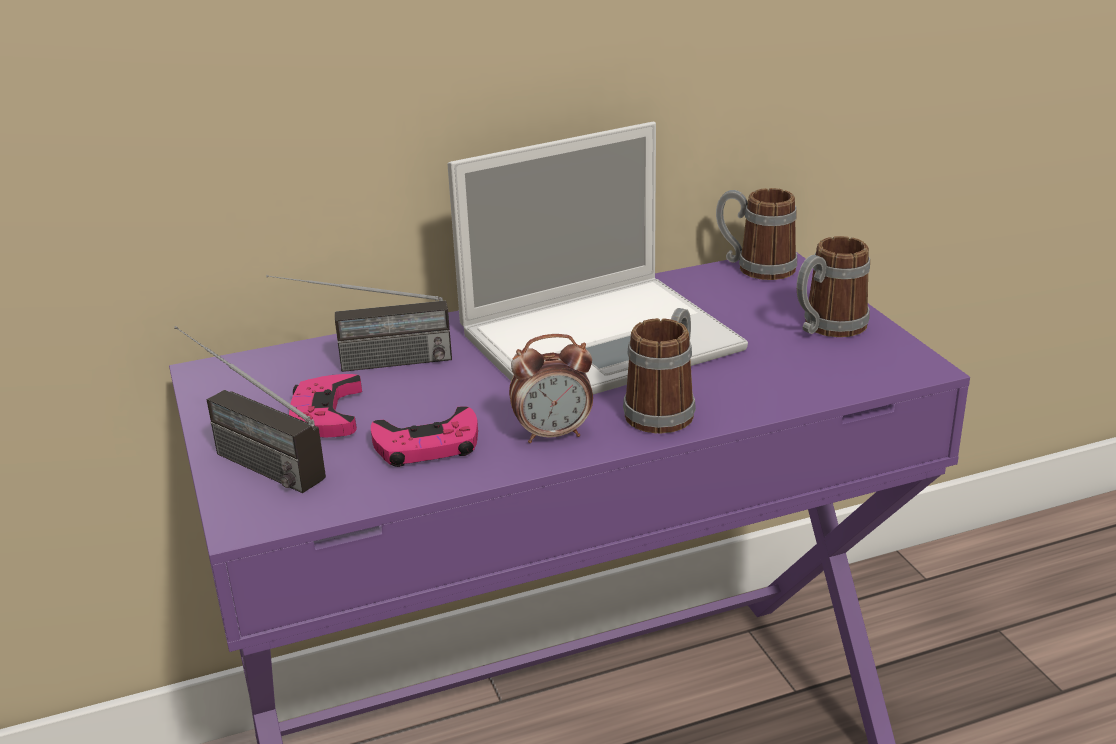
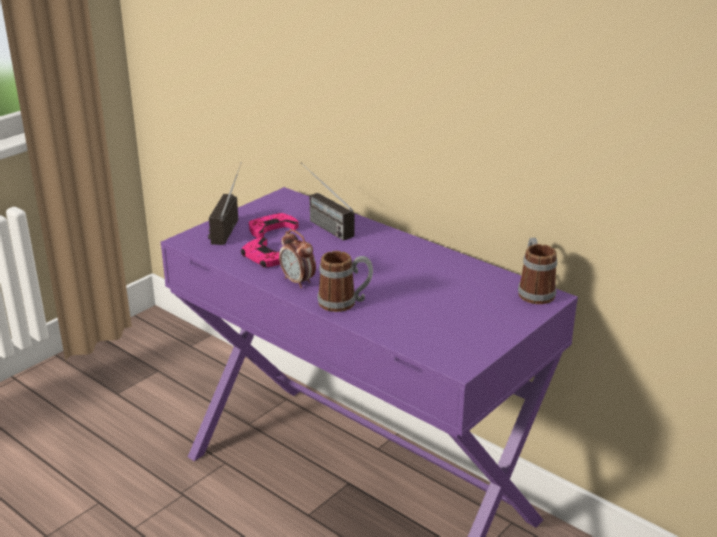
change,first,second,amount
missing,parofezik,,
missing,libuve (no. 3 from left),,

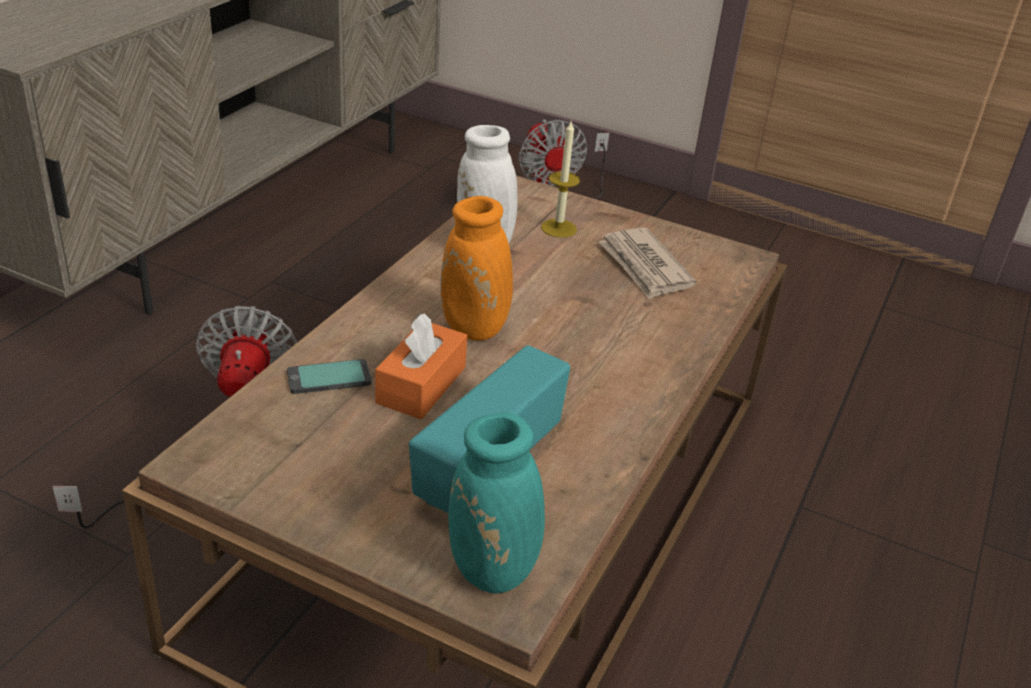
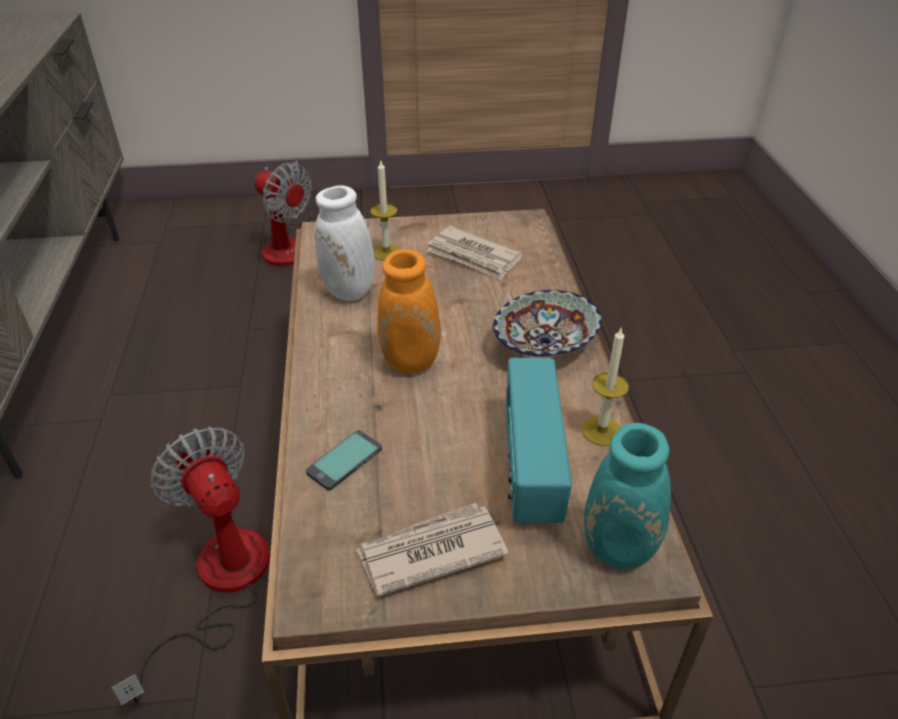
change,first,second,amount
missing,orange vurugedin,,
appeared,,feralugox (no. 1 from left),
appeared,,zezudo,
appeared,,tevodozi (no. 2 from left),

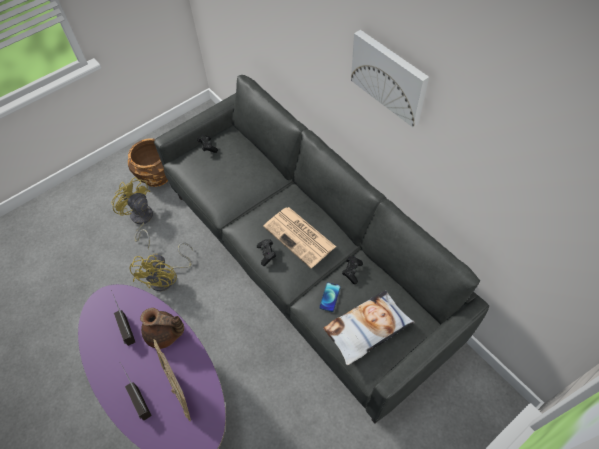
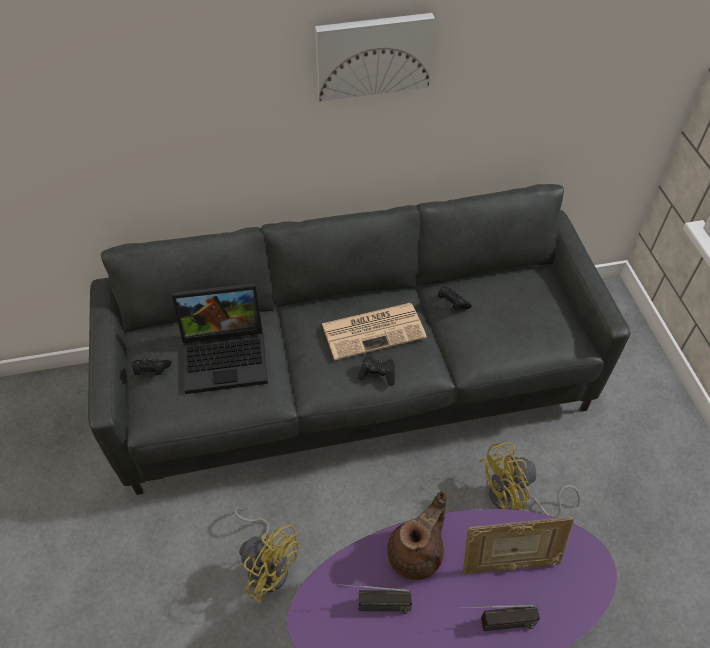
change,first,second,amount
missing,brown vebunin,,
missing,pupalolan,,
missing,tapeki,,
appeared,,parofezik,
relocated,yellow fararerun (no. 1 from left in the first image),yellow fararerun (no. 2 from left),

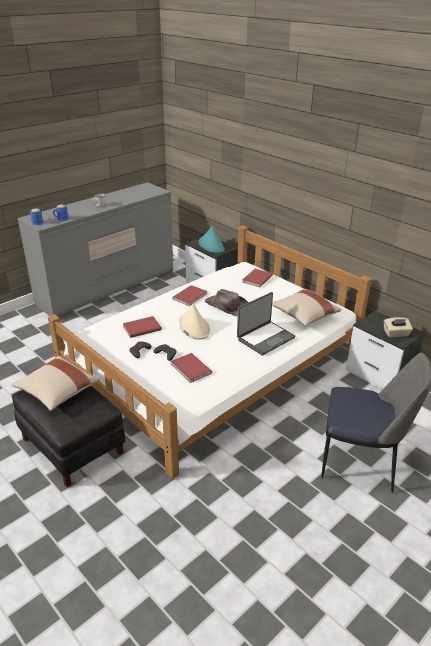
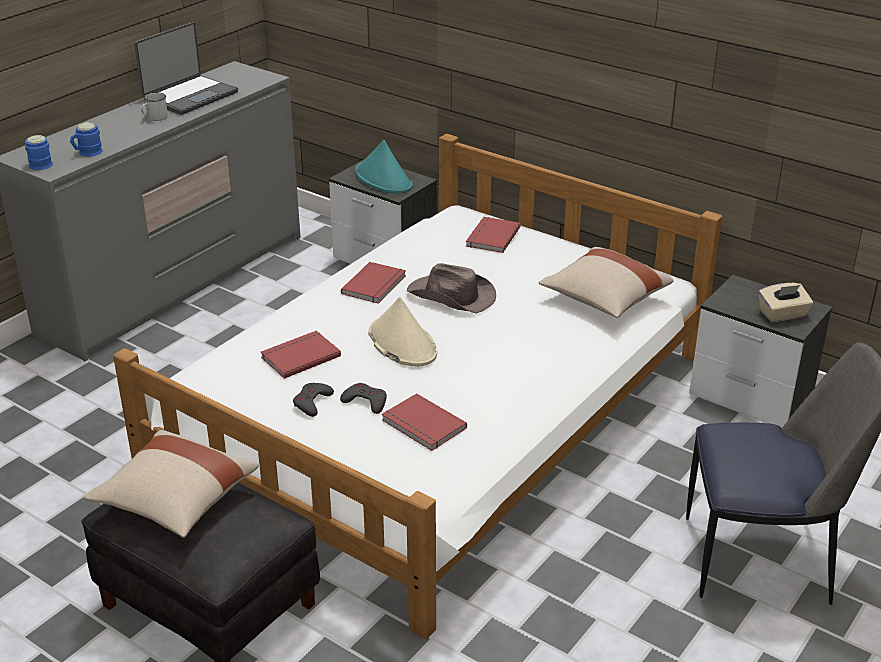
change,first,second,amount
relocated,parofezik,,

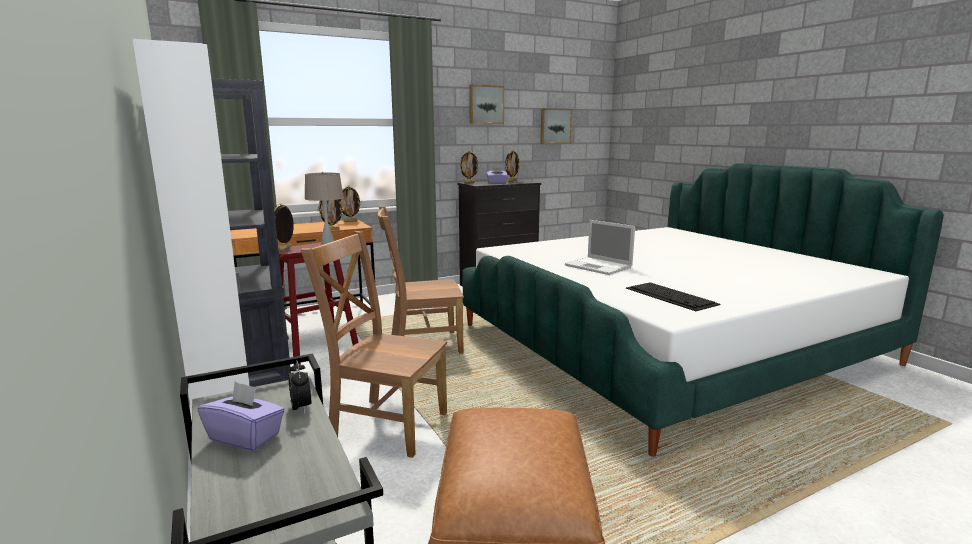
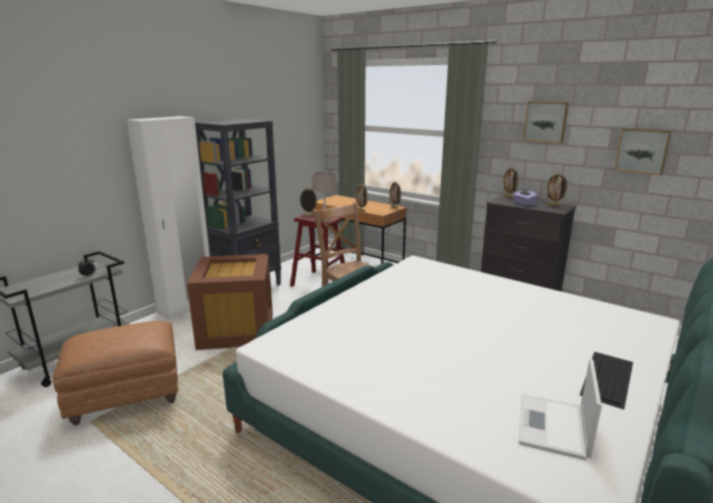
change,first,second,amount
missing,purple vurugedin (no. 1 from left),,
relocated,parofezik,,
relocated,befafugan,,
exchanged,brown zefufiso (no. 1 from left),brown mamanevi,

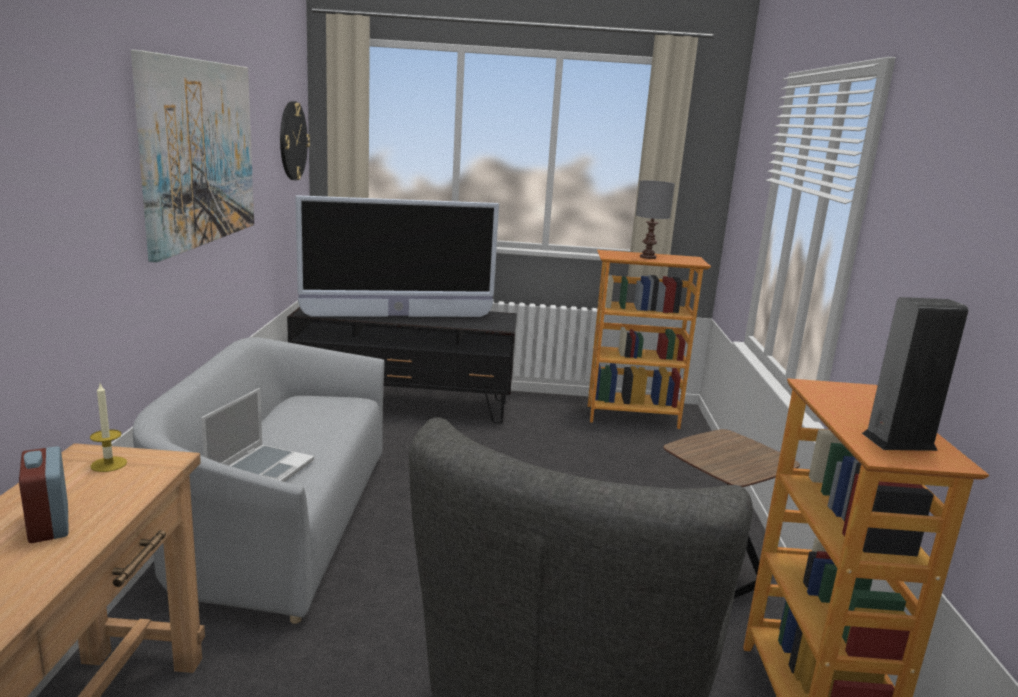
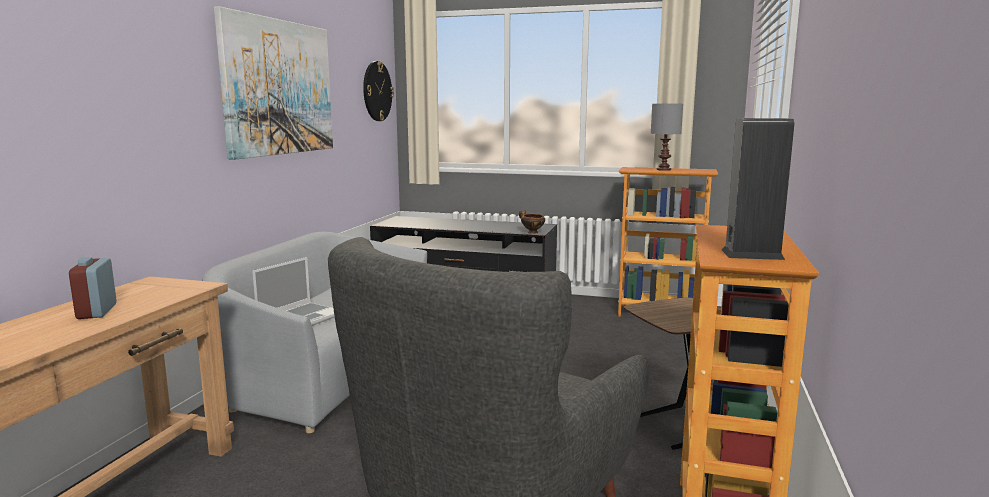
change,first,second,amount
missing,tevodozi,,
missing,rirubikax,,
appeared,,zezudo,

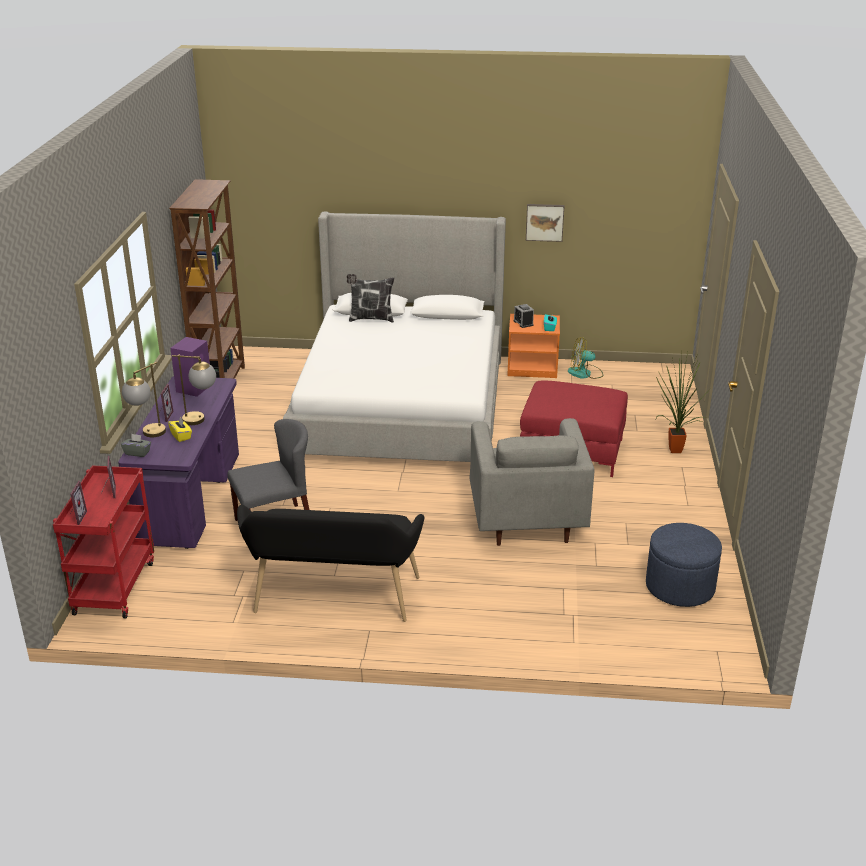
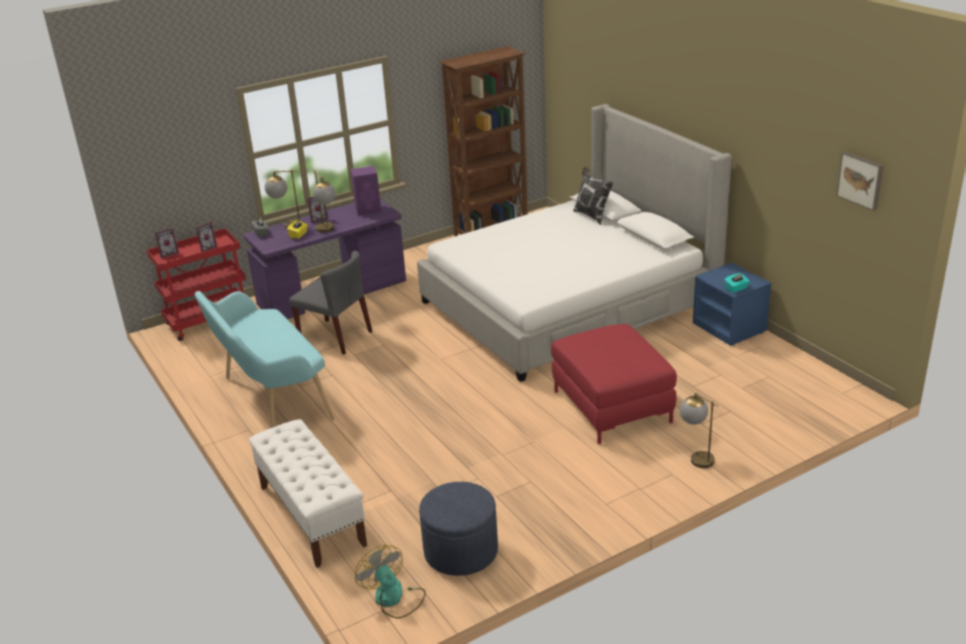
change,first,second,amount
missing,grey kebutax,,
missing,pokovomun,,
appeared,,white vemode,
relocated,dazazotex,,
relocated,fararerun,,
exchanged,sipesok,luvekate (no. 3 from left),
colour,black vemode,turquoise vemode,
colour,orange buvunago,blue buvunago,

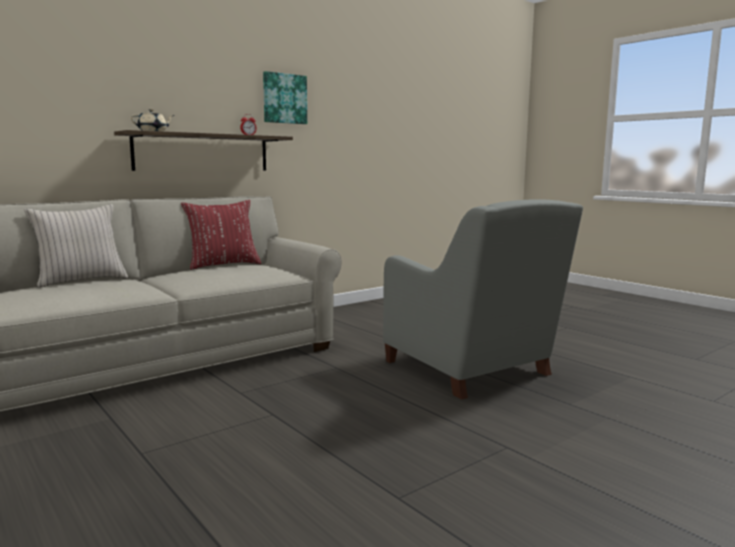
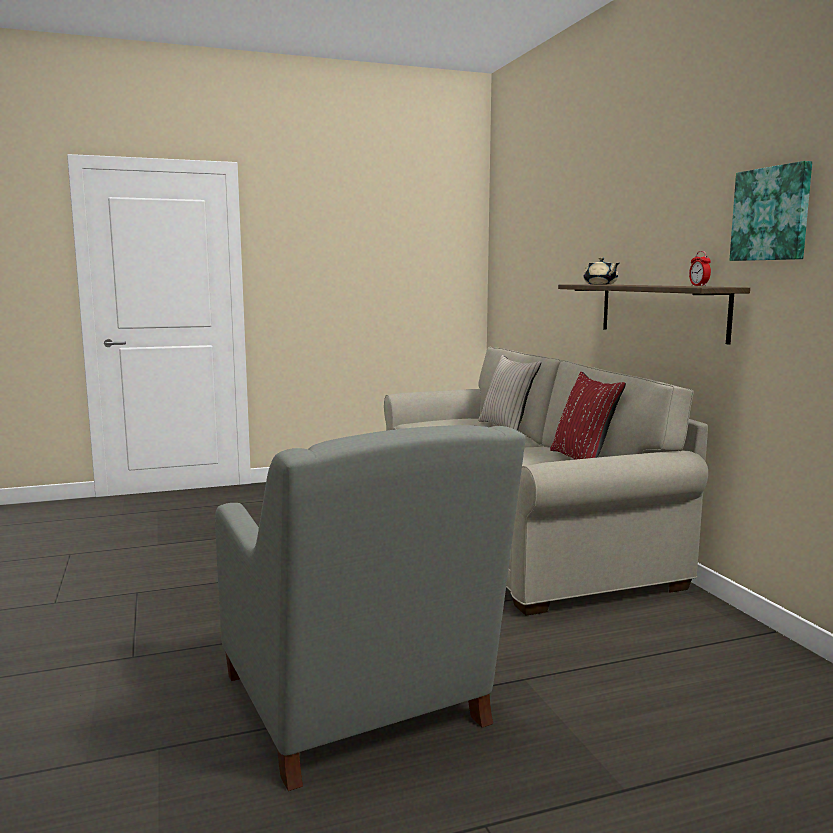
change,first,second,amount
spun,grey kebutax,,105 degrees counterclockwise

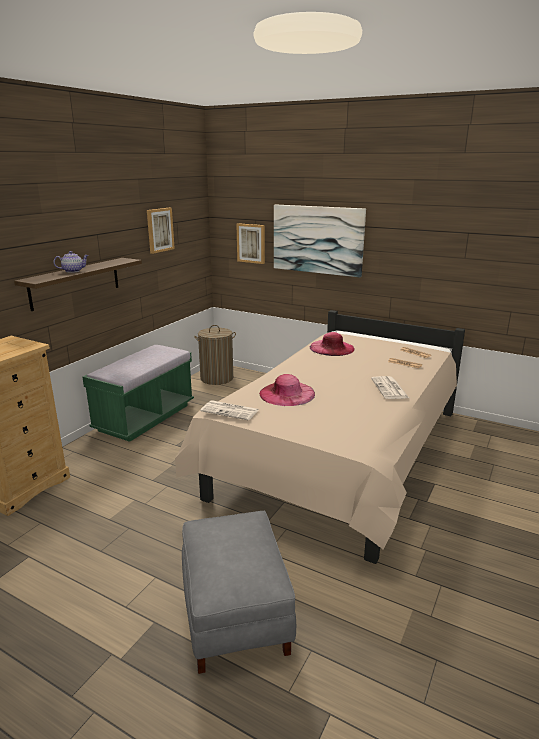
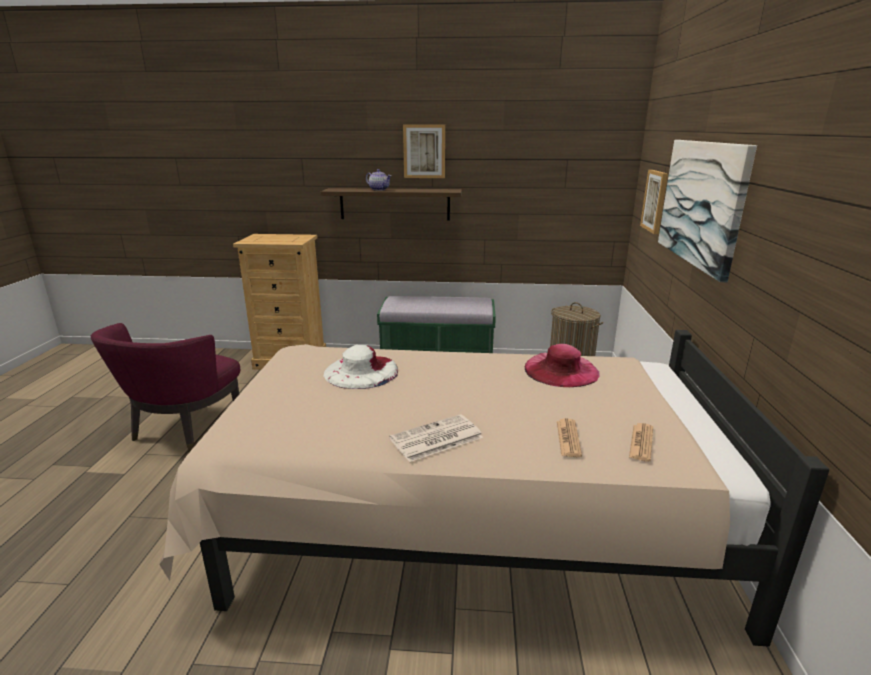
change,first,second,amount
missing,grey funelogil,,
missing,feralugox (no. 1 from left),,
appeared,,purple kebutax,
relocated,dazazotex (no. 1 from left),,
colour,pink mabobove (no. 1 from left),white mabobove,

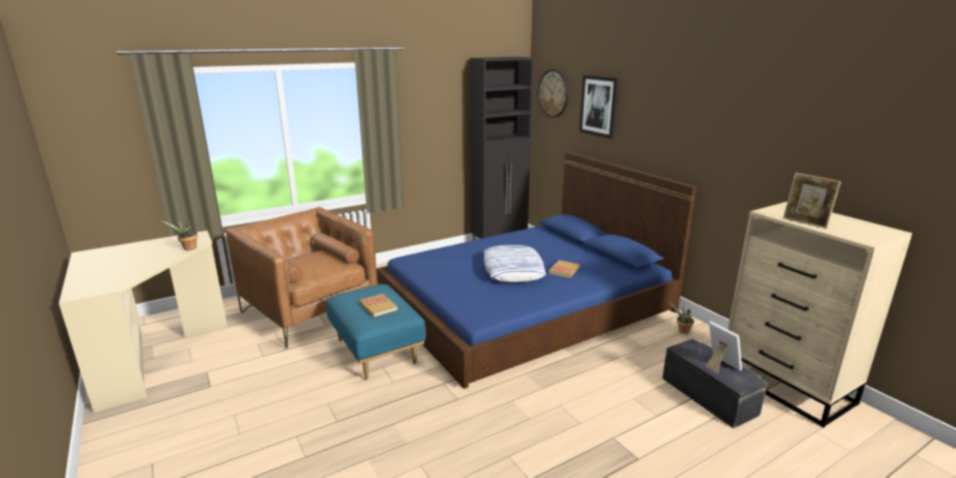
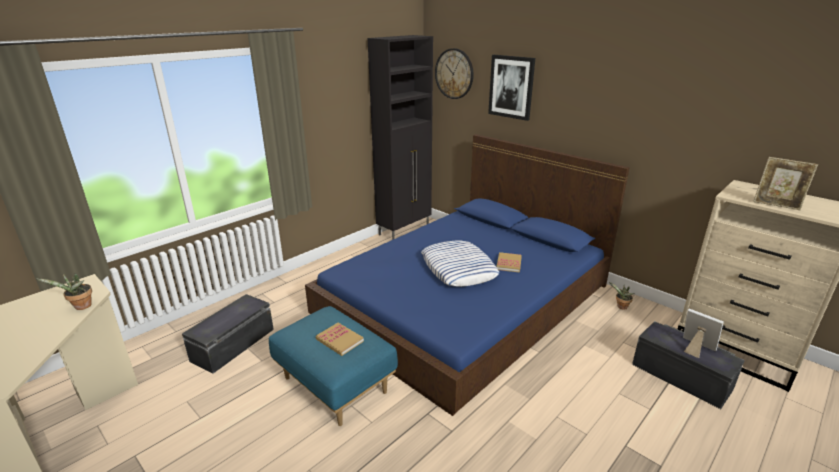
change,first,second,amount
exchanged,brown kebutax,black mamanevi (no. 1 from left),

